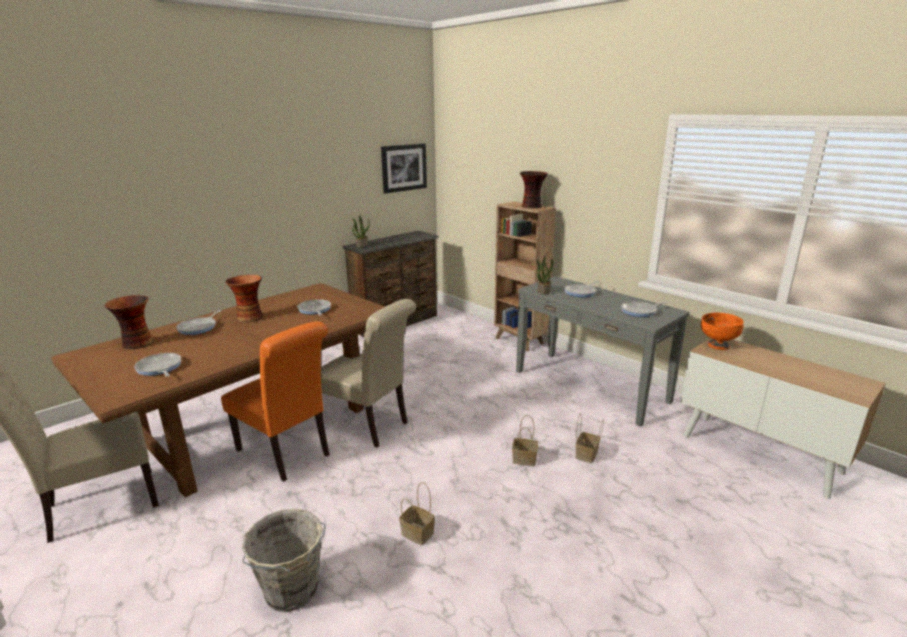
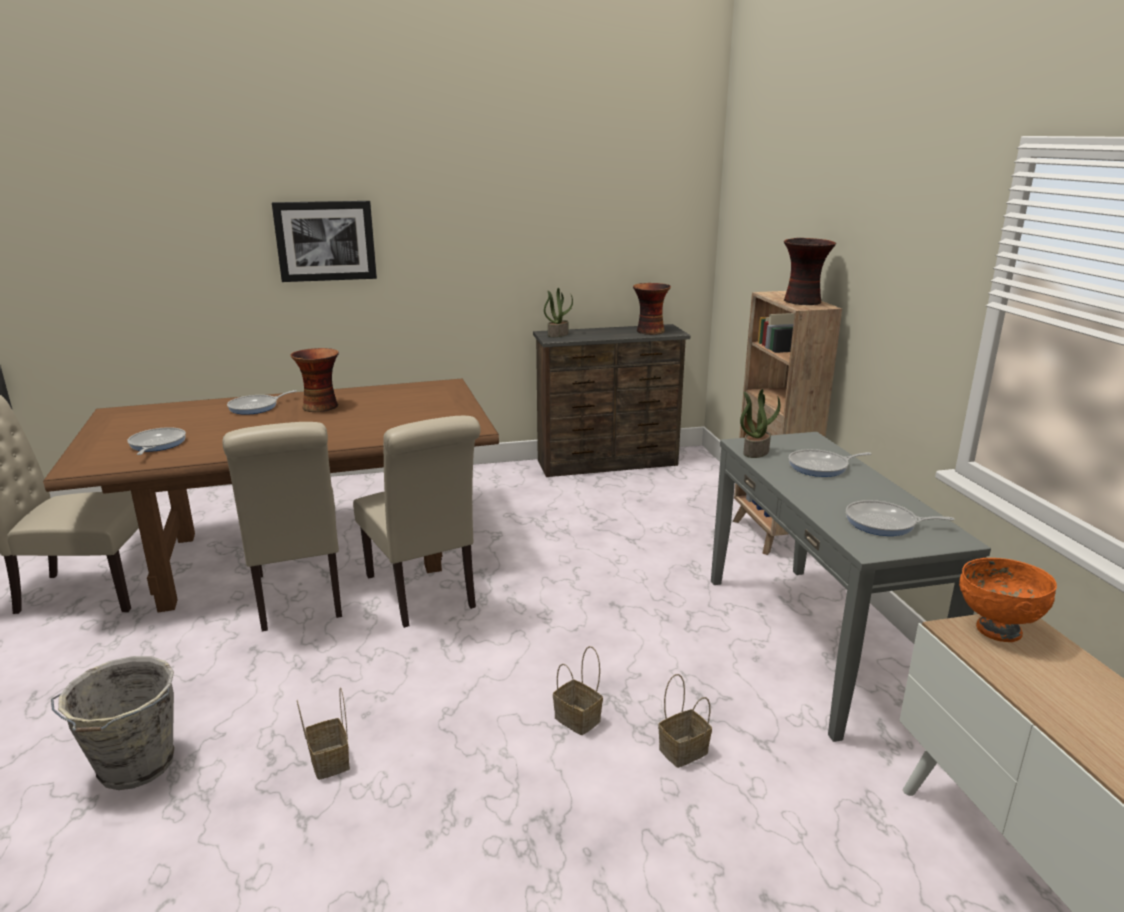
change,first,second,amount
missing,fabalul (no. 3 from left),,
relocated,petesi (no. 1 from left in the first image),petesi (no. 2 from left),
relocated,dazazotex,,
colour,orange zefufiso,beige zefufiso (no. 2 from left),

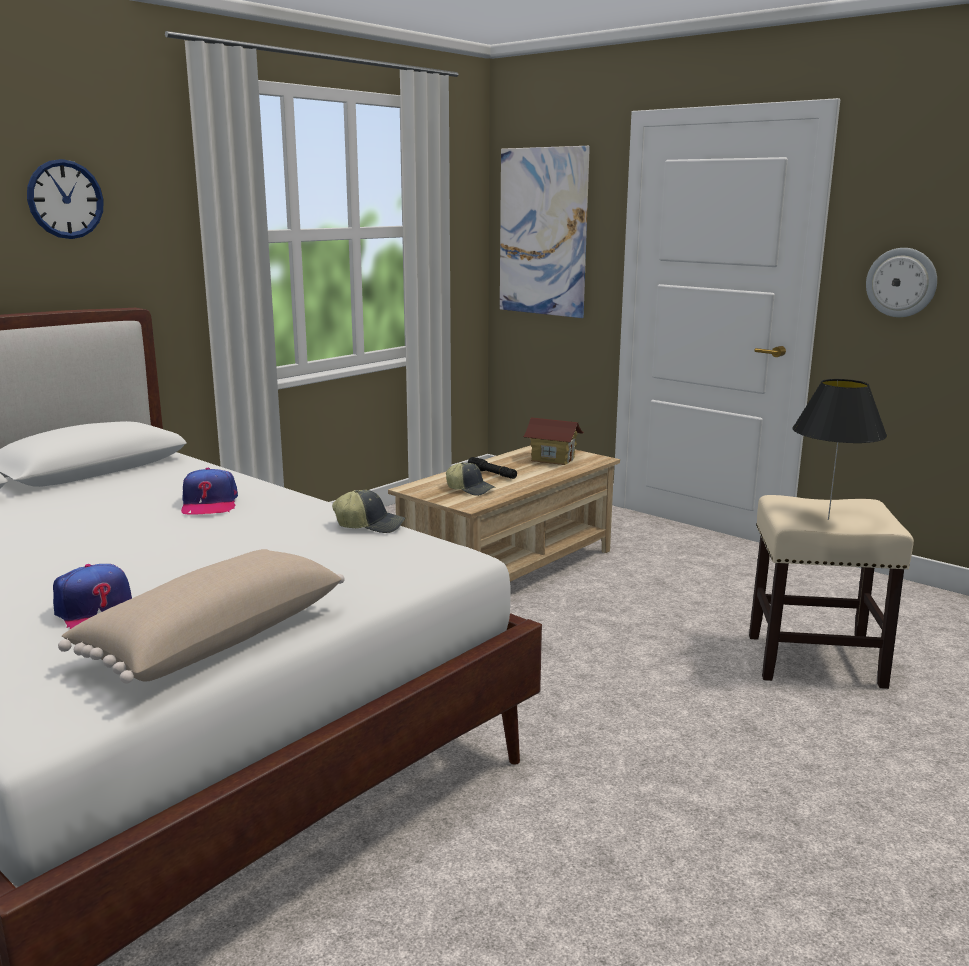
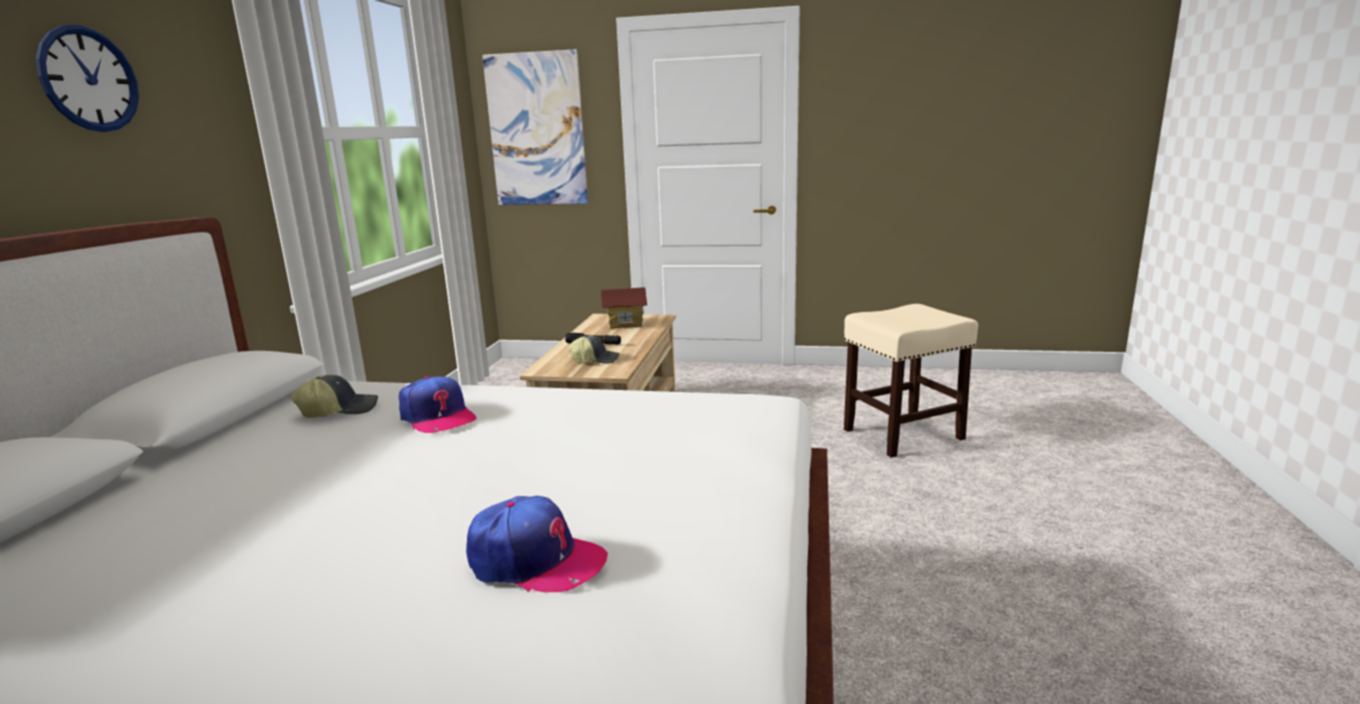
change,first,second,amount
missing,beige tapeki,,
missing,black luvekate,,
missing,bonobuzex (no. 2 from left),,
relocated,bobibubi (no. 3 from left in the first image),bobibubi (no. 1 from left),

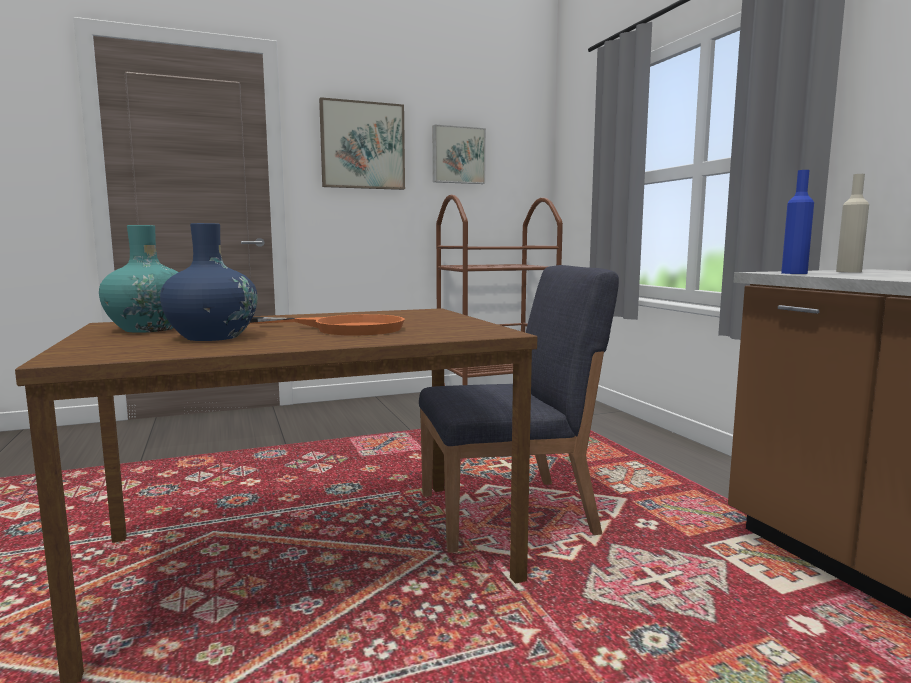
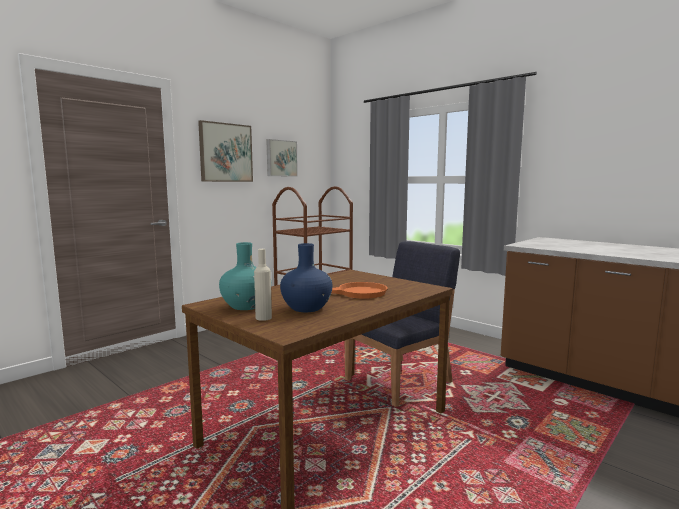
change,first,second,amount
missing,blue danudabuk,,
relocated,beige danudabuk,,

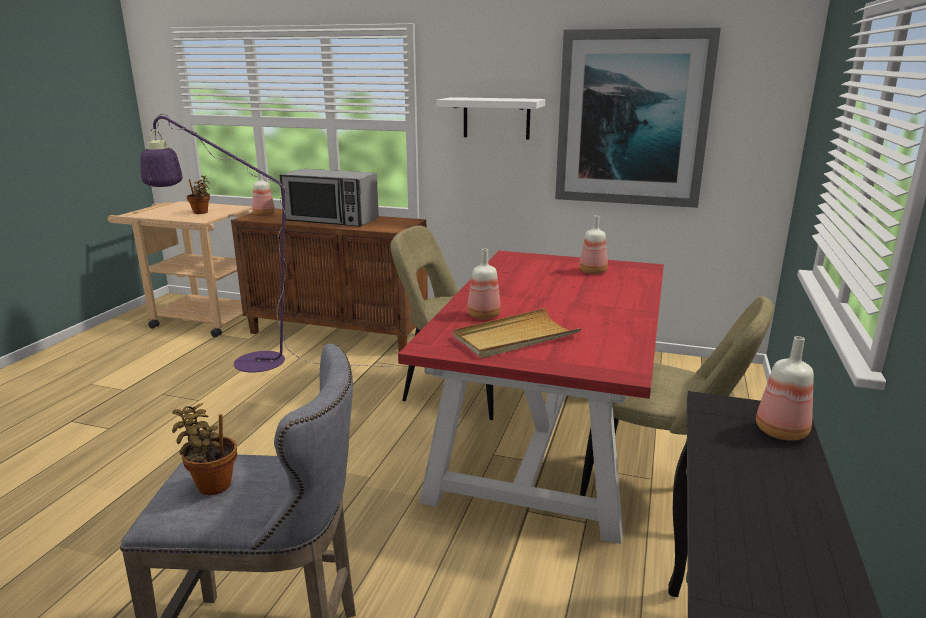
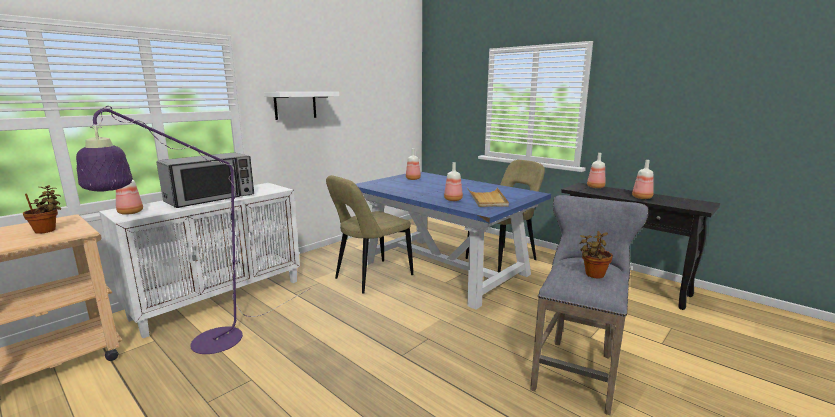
change,first,second,amount
missing,dazazotex,,
appeared,,danudabuk (no. 5 from left),
colour,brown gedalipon,white gedalipon,
colour,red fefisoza,blue fefisoza,

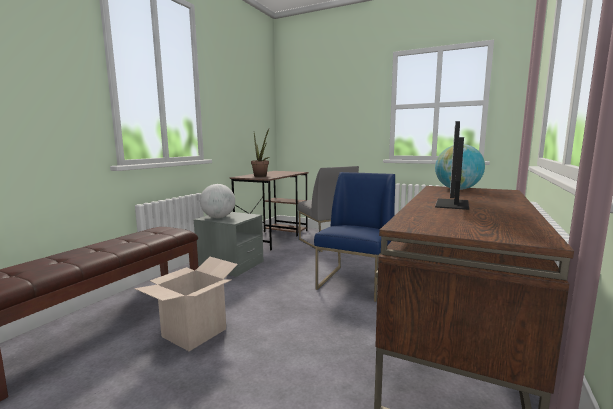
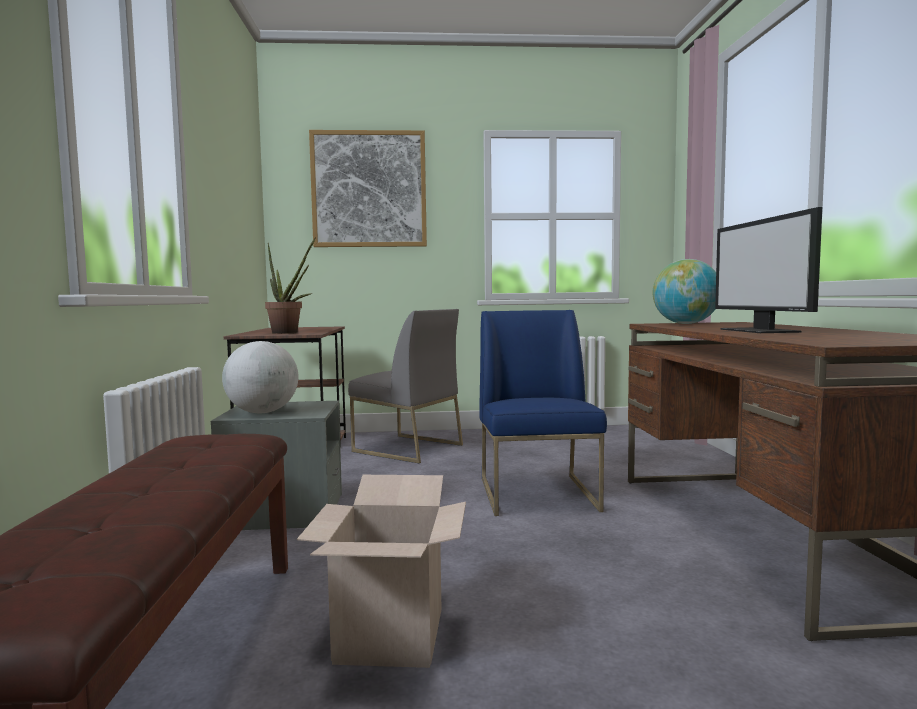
change,first,second,amount
appeared,,dazazotex,

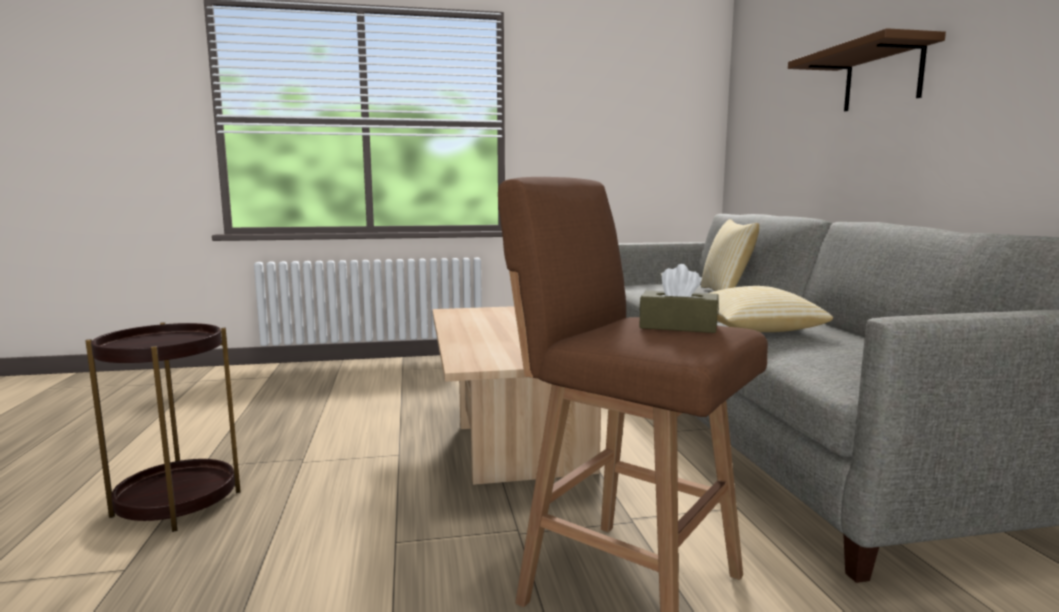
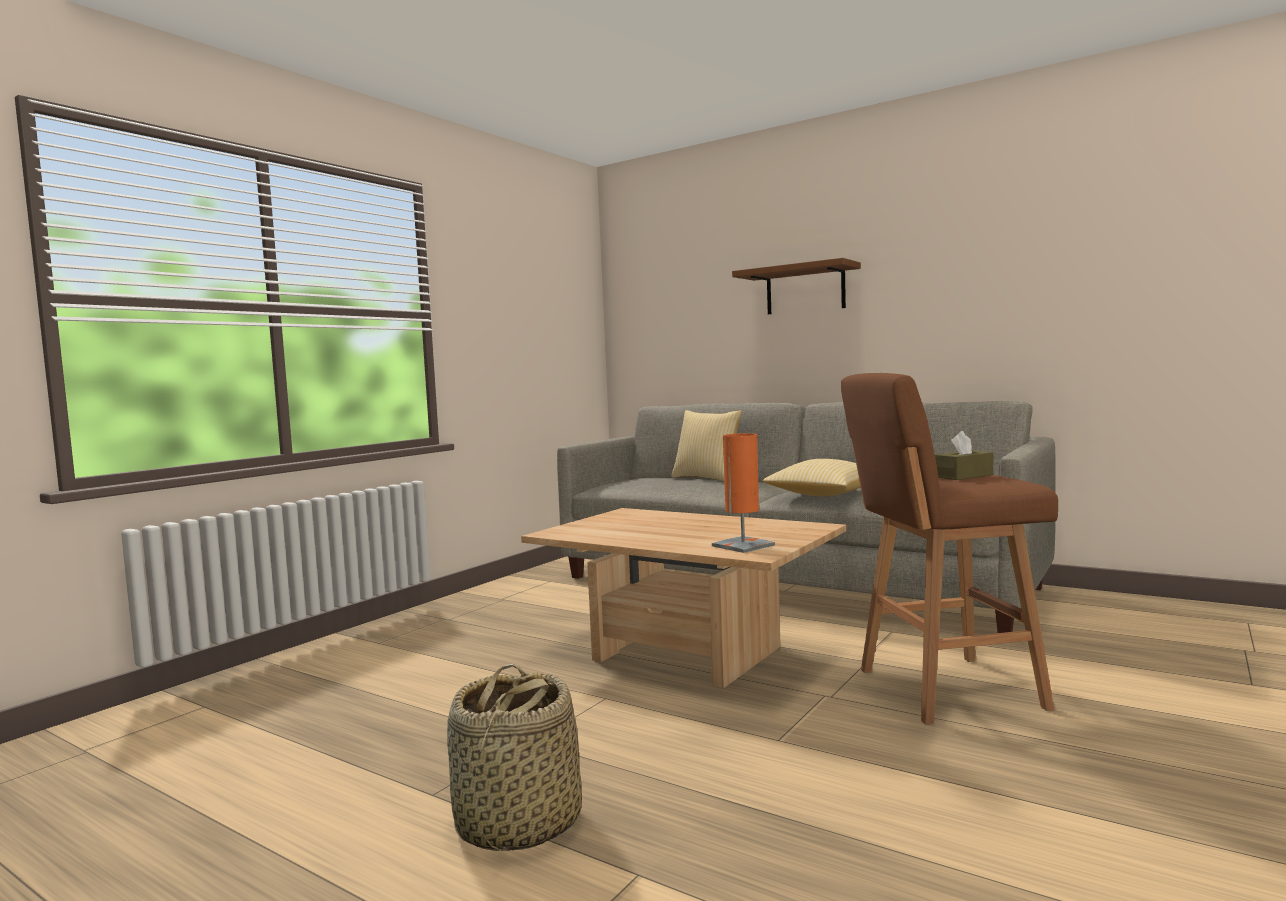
change,first,second,amount
appeared,,orange luvekate,
exchanged,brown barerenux,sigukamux,

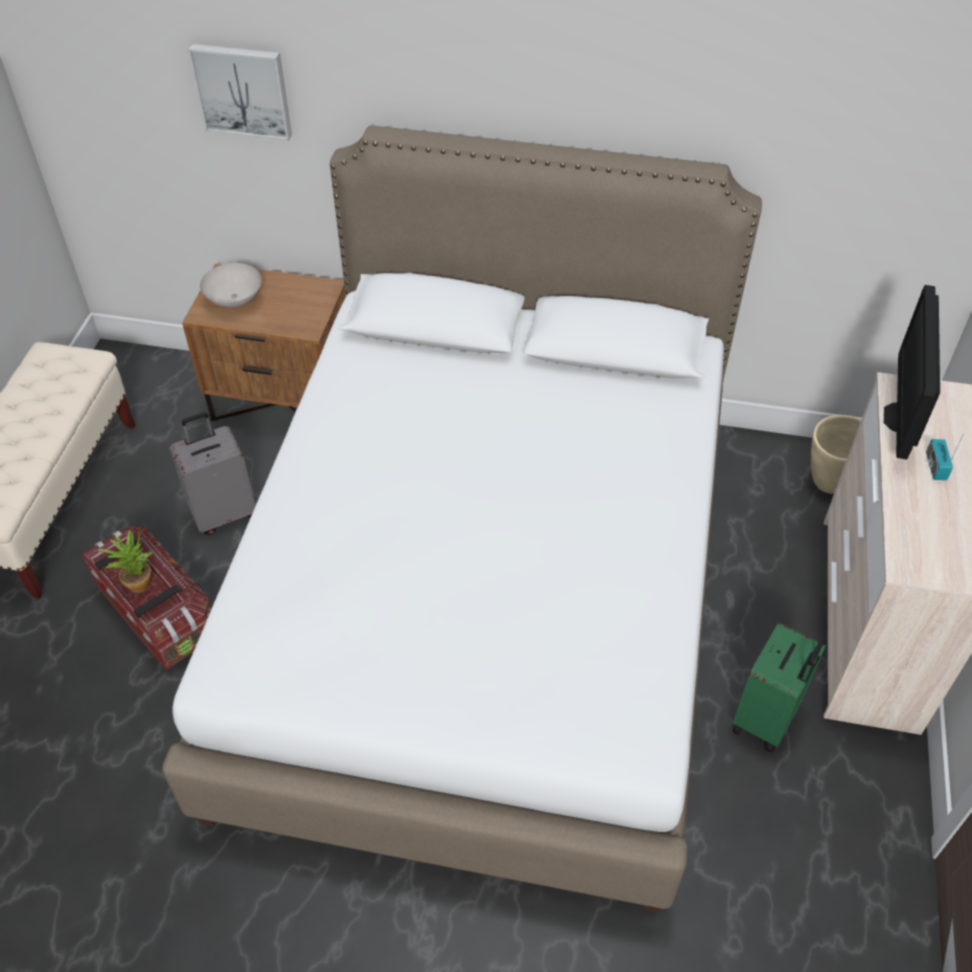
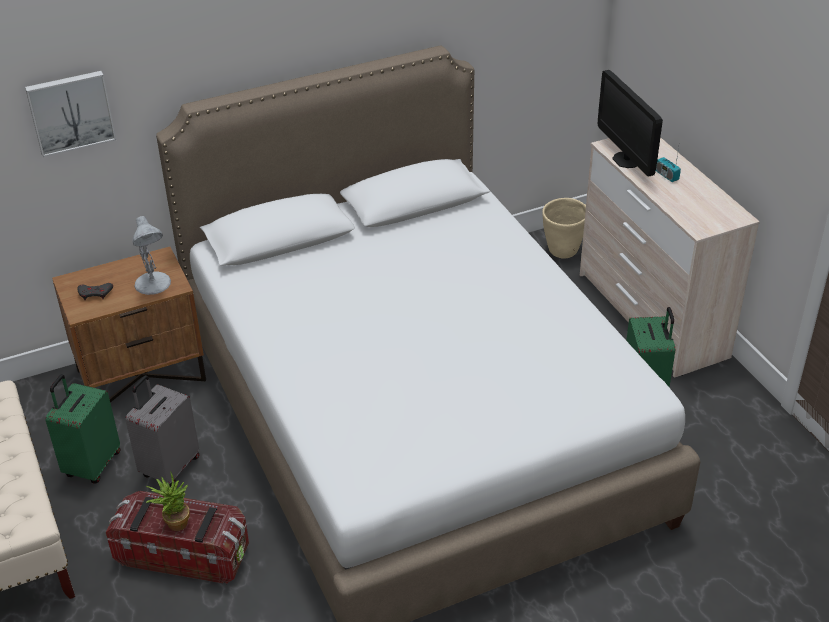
change,first,second,amount
appeared,,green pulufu (no. 1 from left),
appeared,,white luvekate,
exchanged,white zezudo,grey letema,

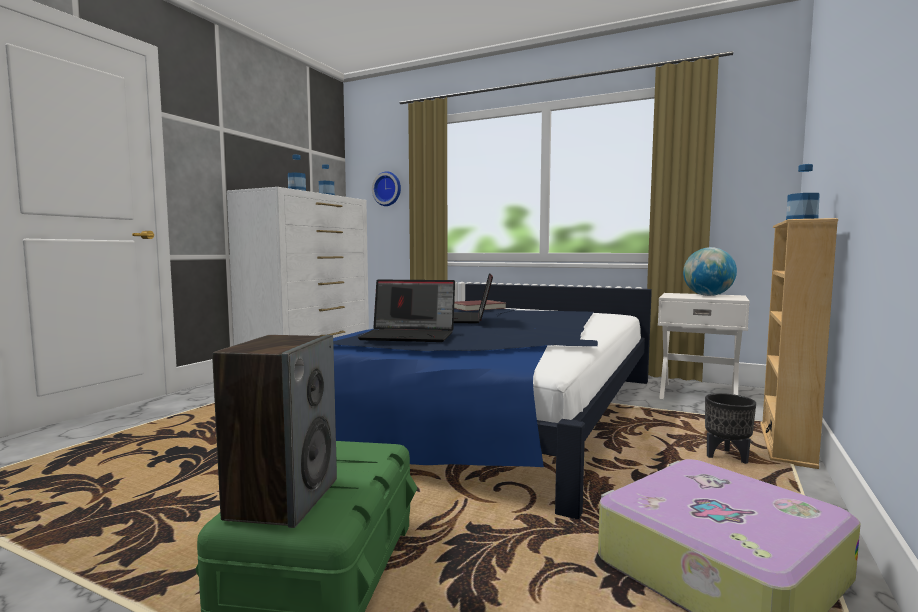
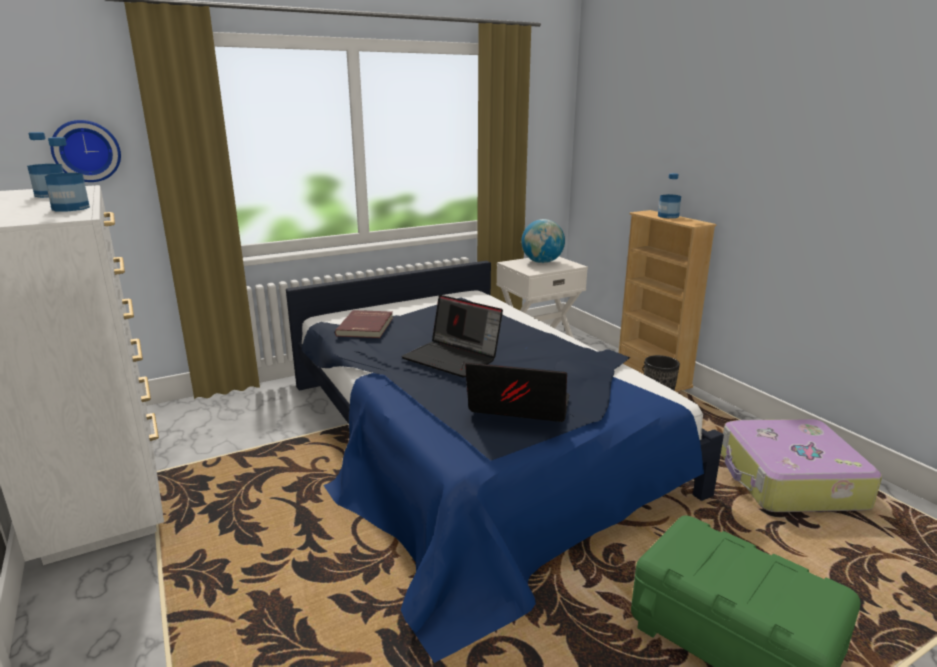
change,first,second,amount
missing,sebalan,,
spun,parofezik (no. 1 from left in the first image),parofezik (no. 2 from left),120 degrees counterclockwise

